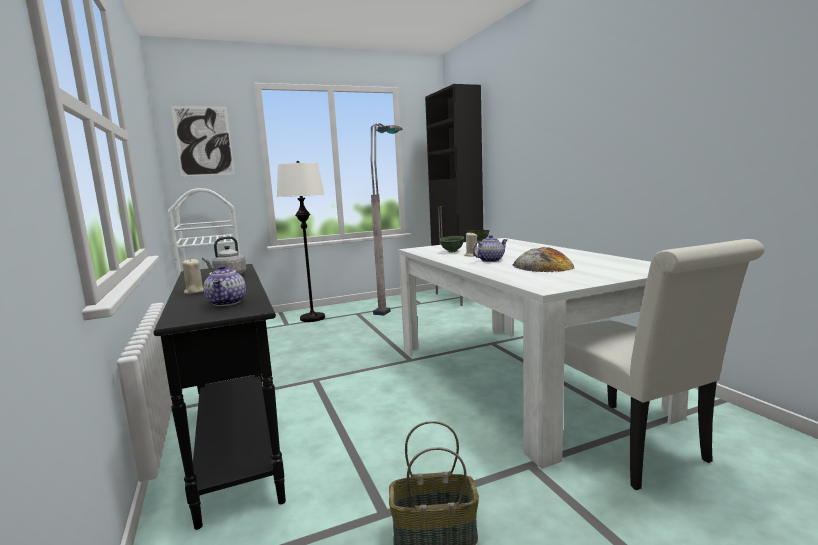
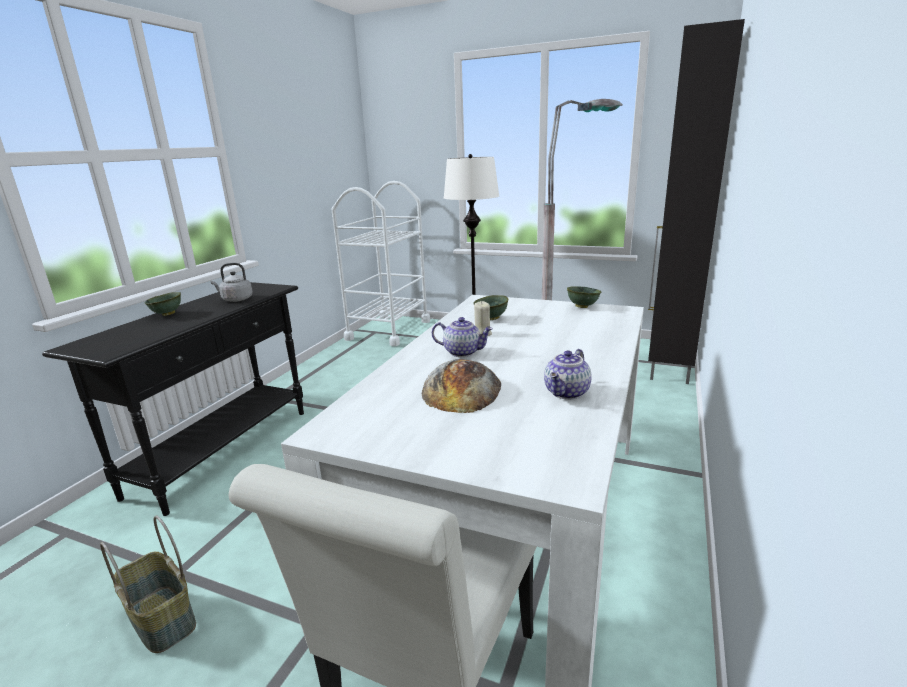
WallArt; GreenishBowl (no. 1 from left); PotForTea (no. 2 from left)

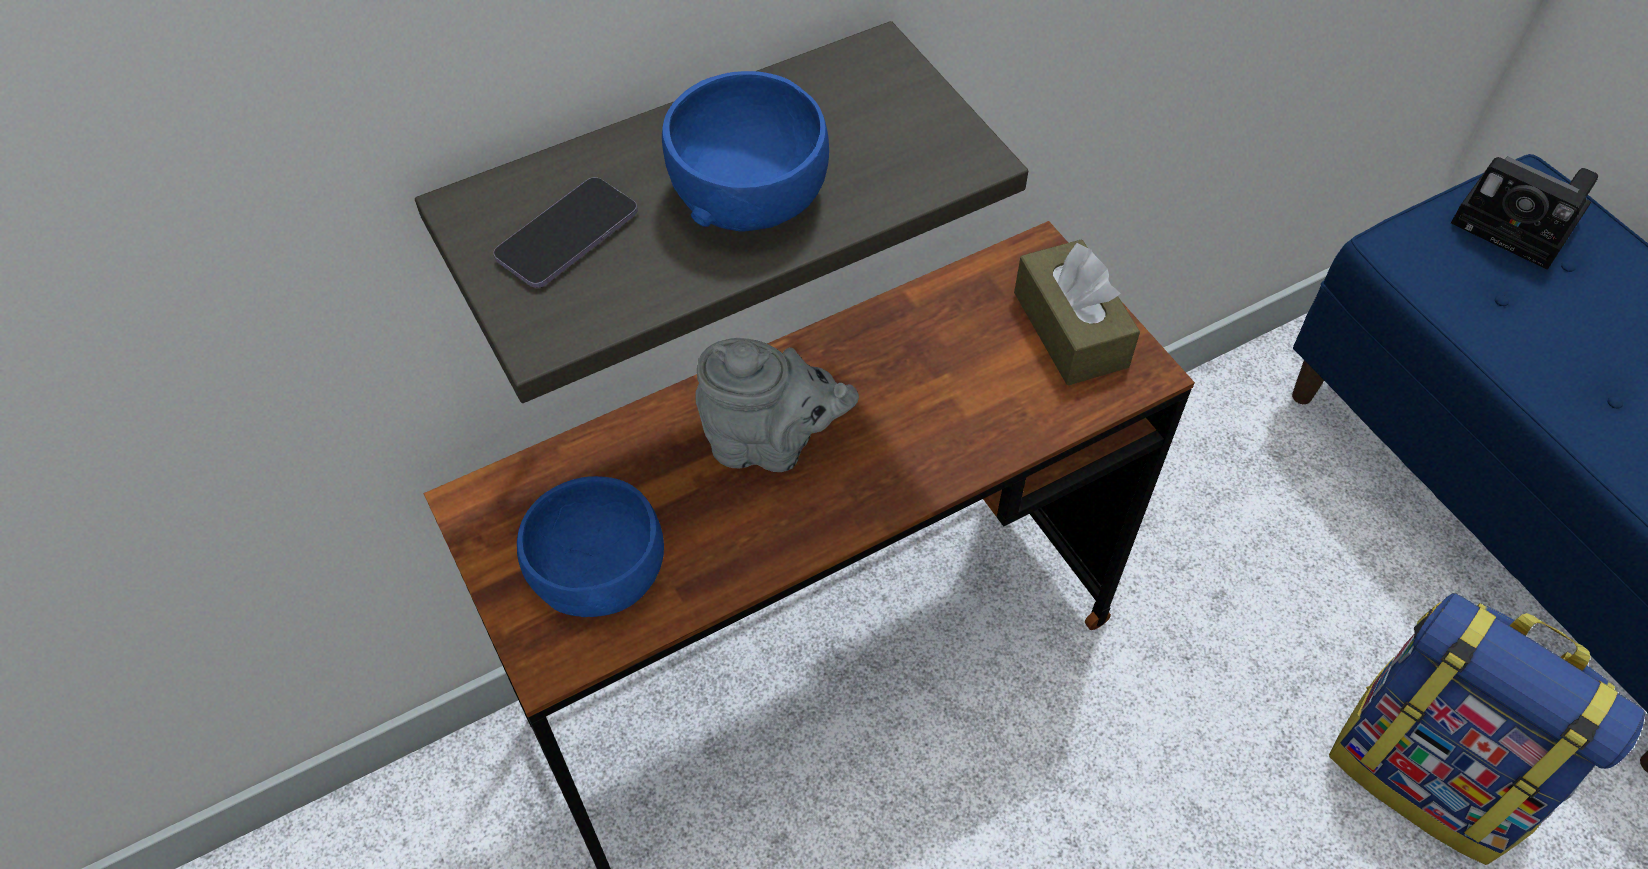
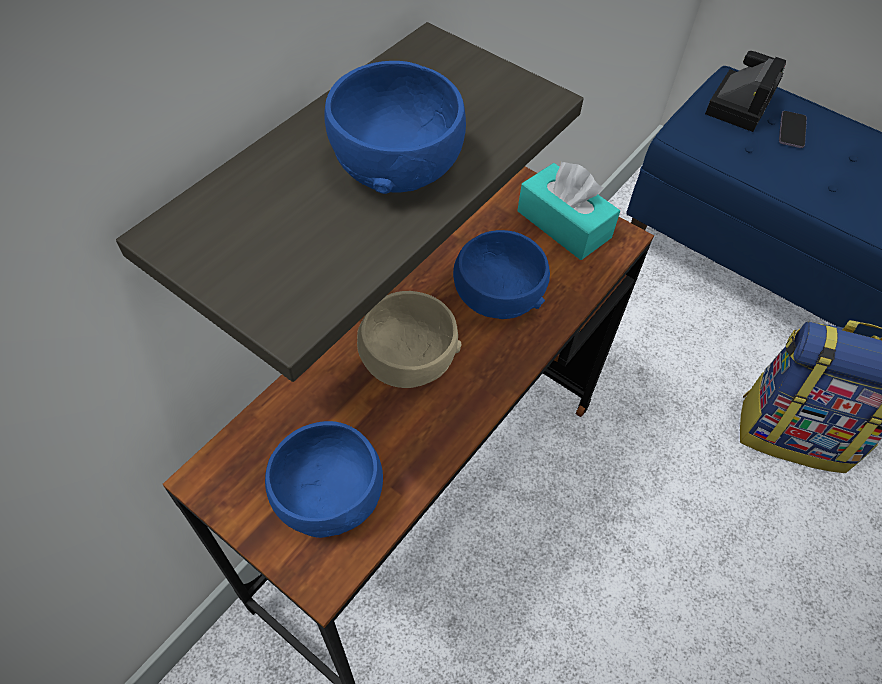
Phone; BeigeColouredBowl; BlueGreenTissueHolder; StillCamera; BlueBowl (no. 3 from left)

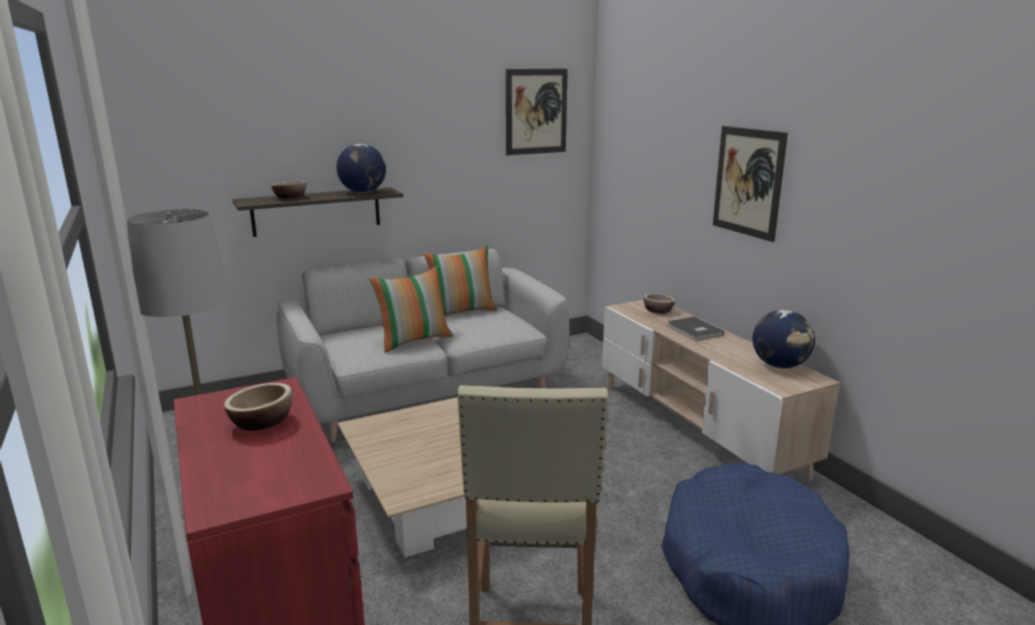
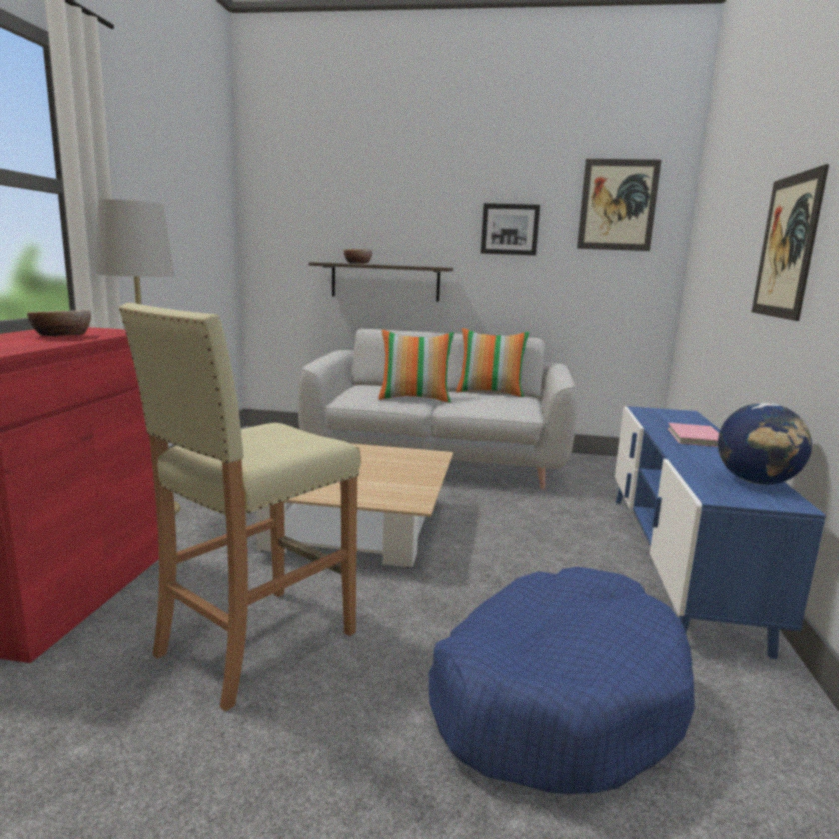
Globe (no. 1 from left in the first image); BlueMediaConsole; Bowl (no. 3 from left in the first image); PinkColouredBook; WallArt (no. 1 from left)

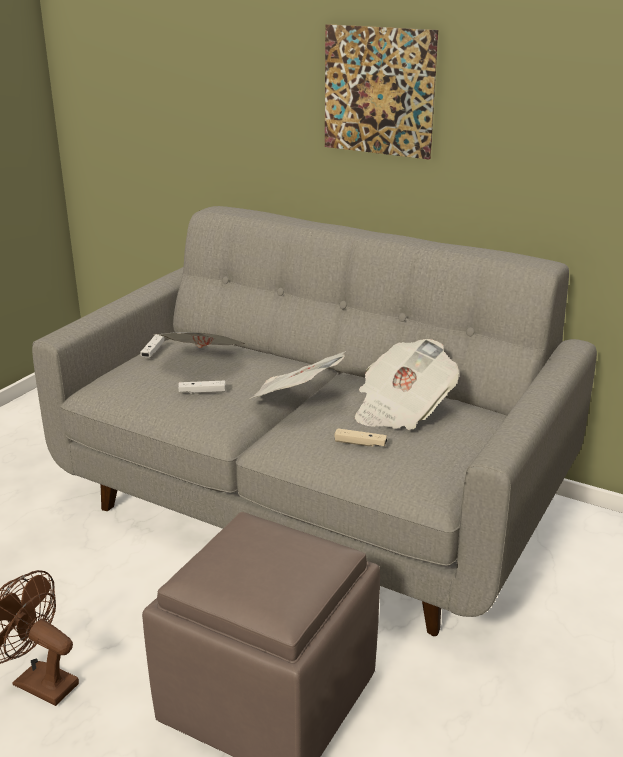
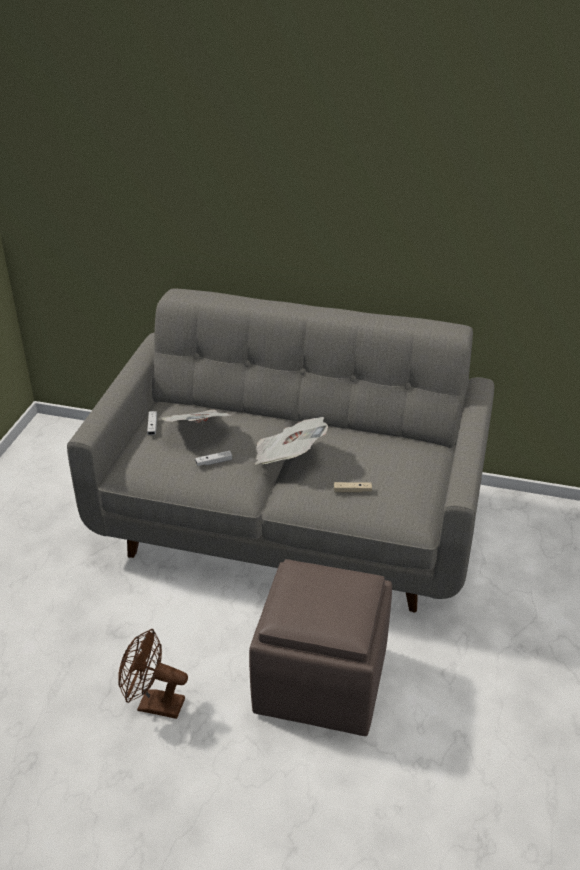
WallArt; DailyPaper (no. 3 from left in the first image)

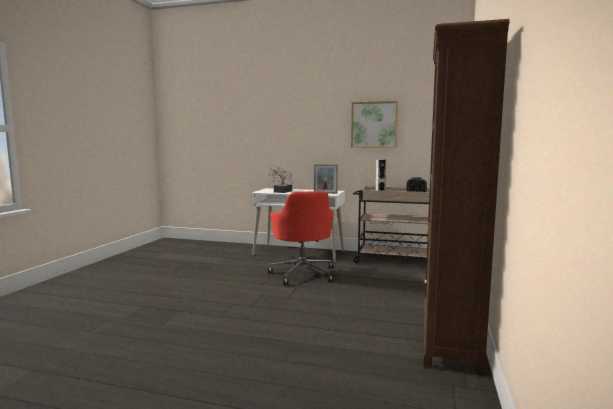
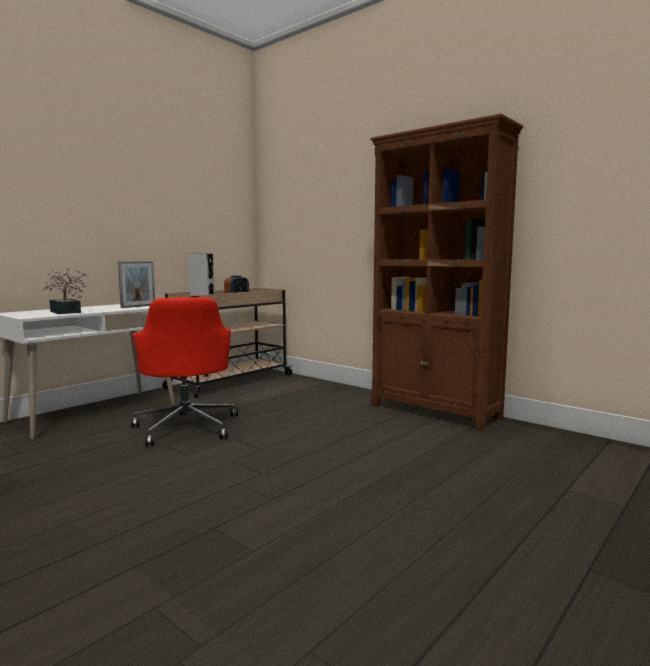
ReddishComputerChair; WallArt

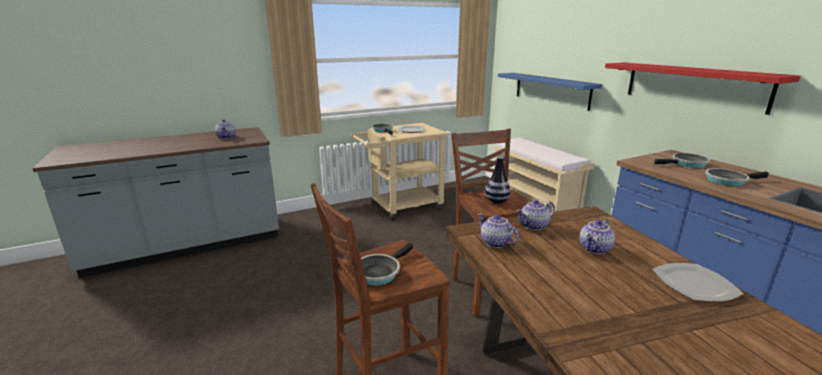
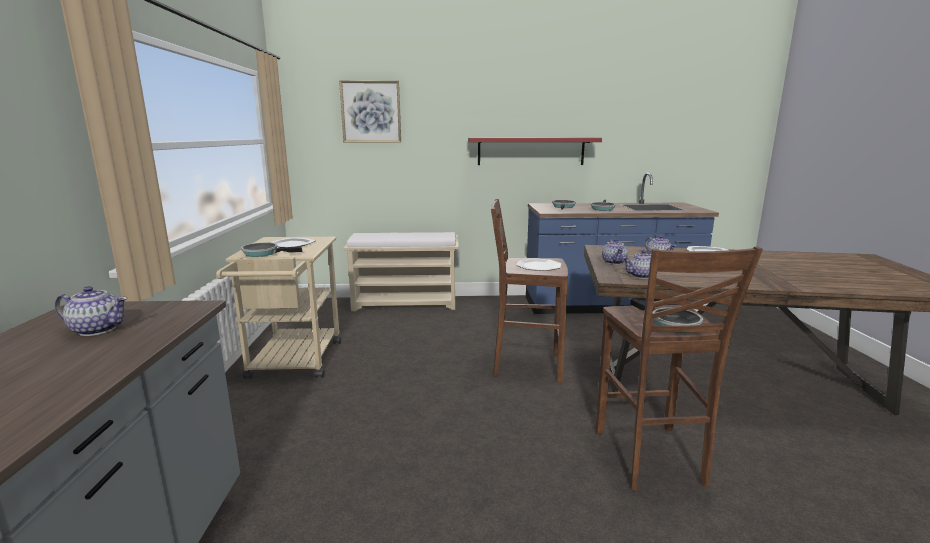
DinnerPlate (no. 2 from left); BlueShelf; WallArt

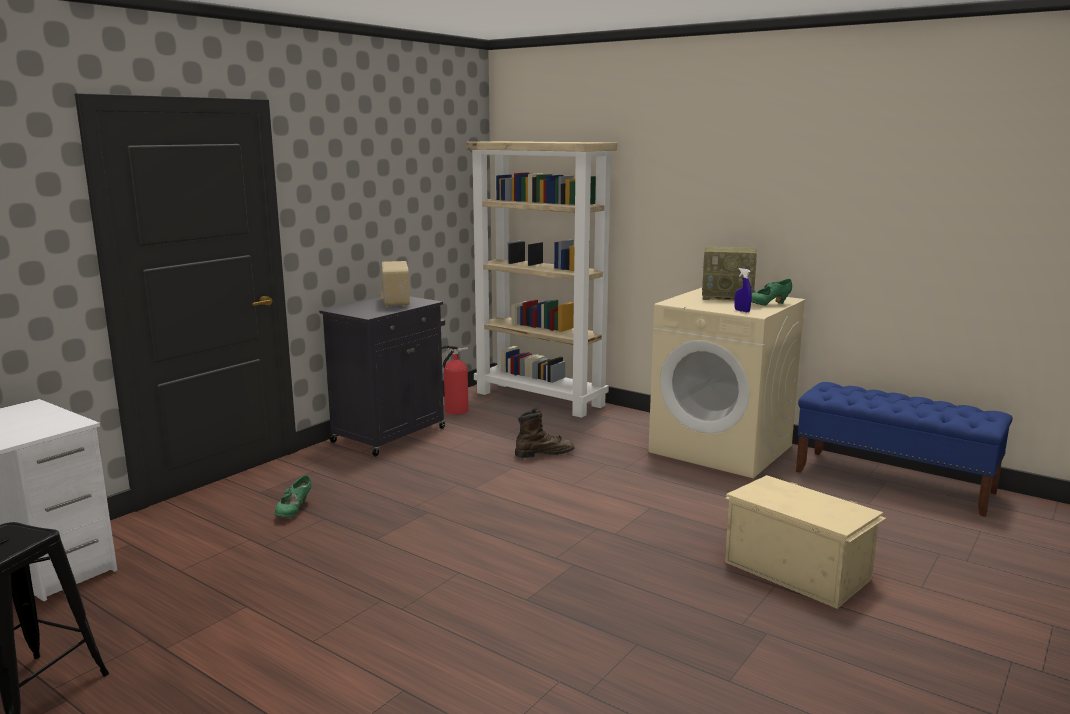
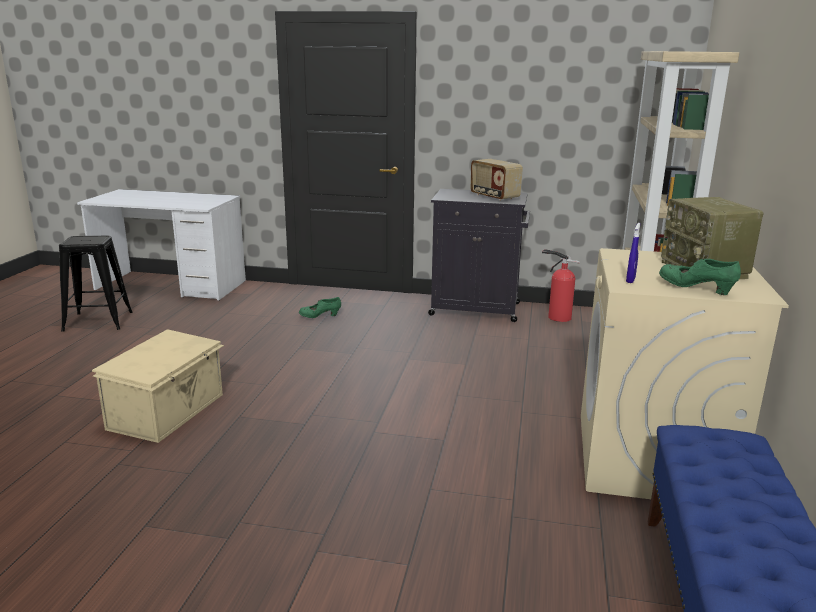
RadioReceiver (no. 1 from left); BrownishHighTopBoot; BeigeColouredStorageContainer

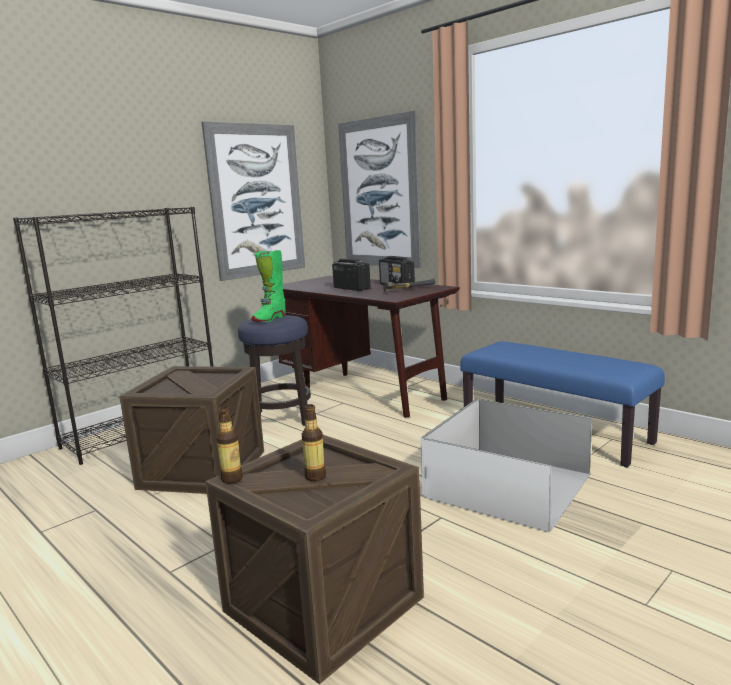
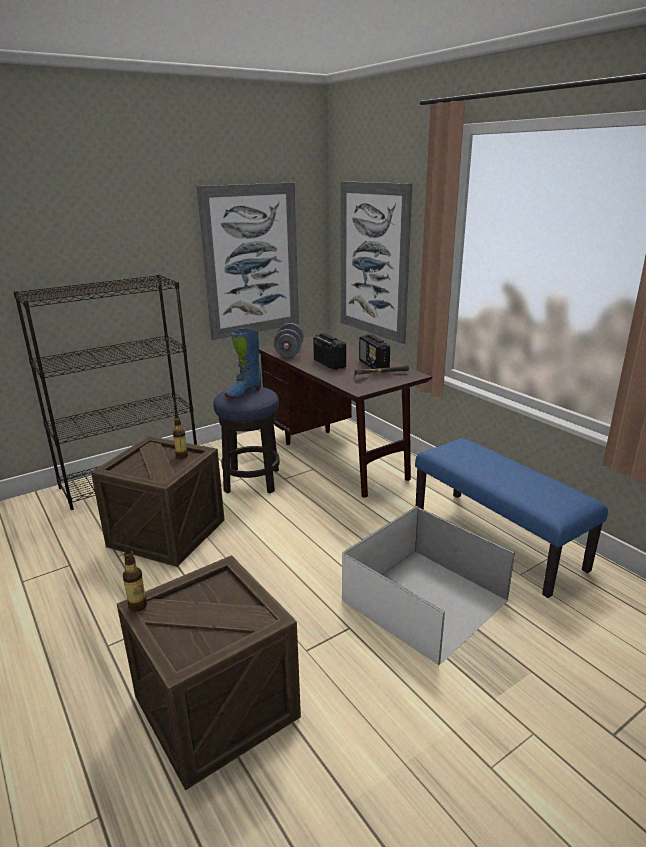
BlueHighTopBoot; Bottle (no. 2 from left); GreyishDumbbell

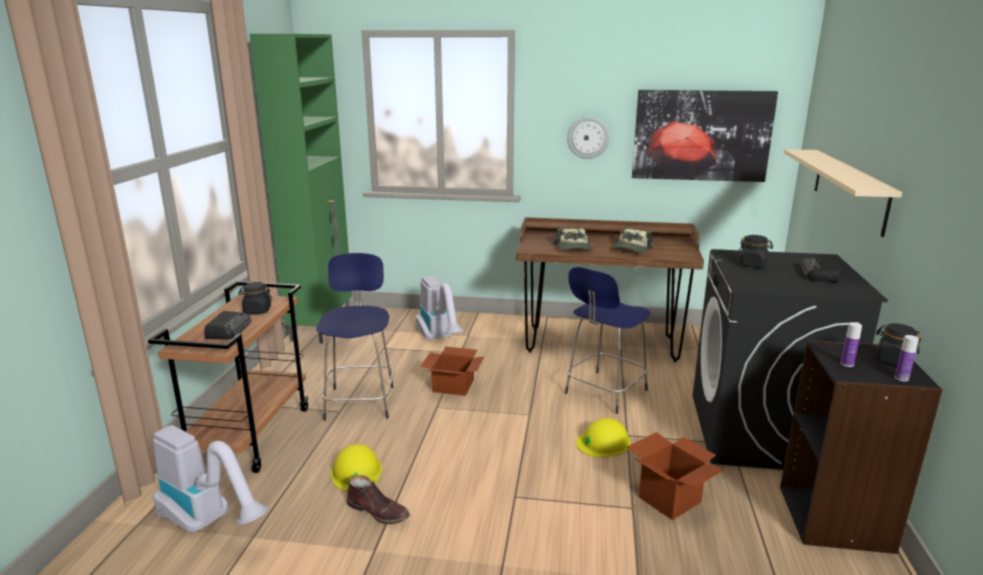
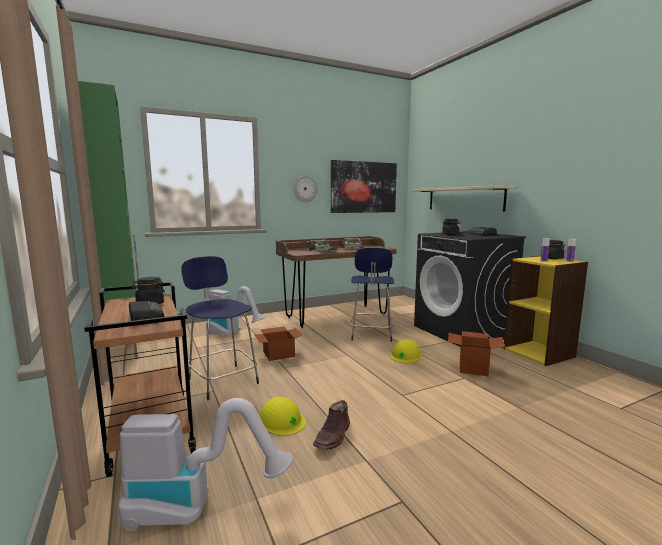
BrownishHighTopBoot; YellowColouredBookcase

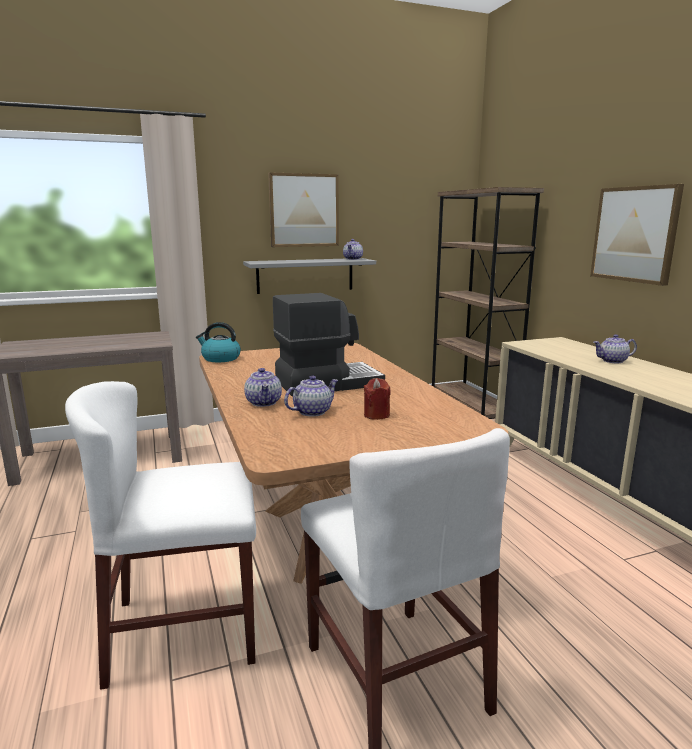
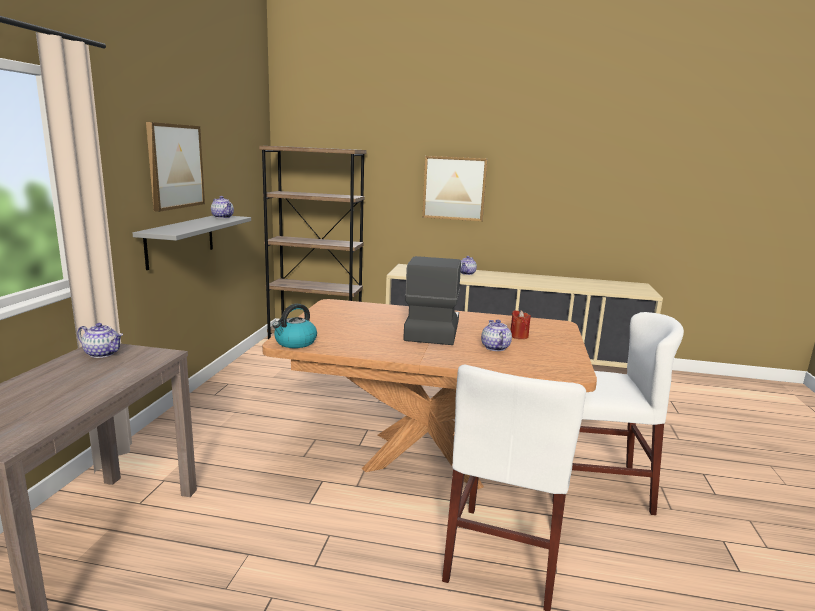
PotForTea (no. 1 from left)

